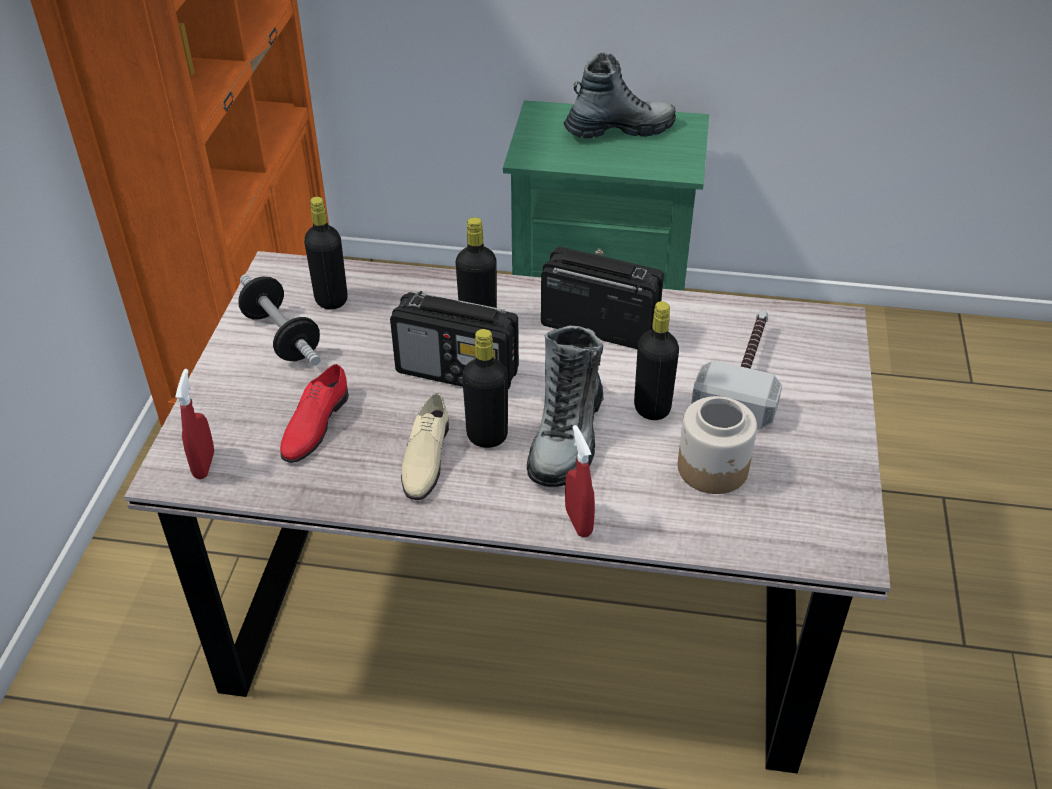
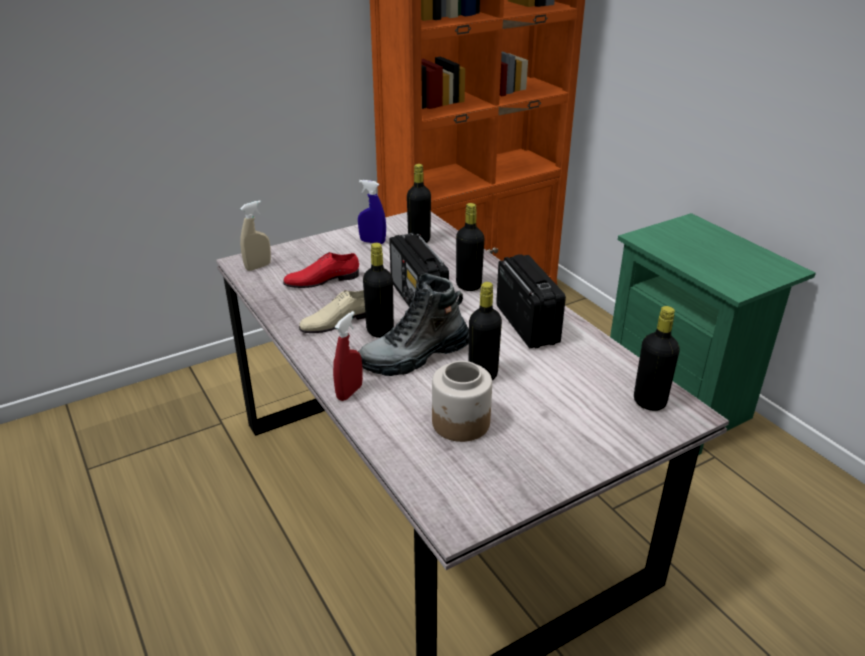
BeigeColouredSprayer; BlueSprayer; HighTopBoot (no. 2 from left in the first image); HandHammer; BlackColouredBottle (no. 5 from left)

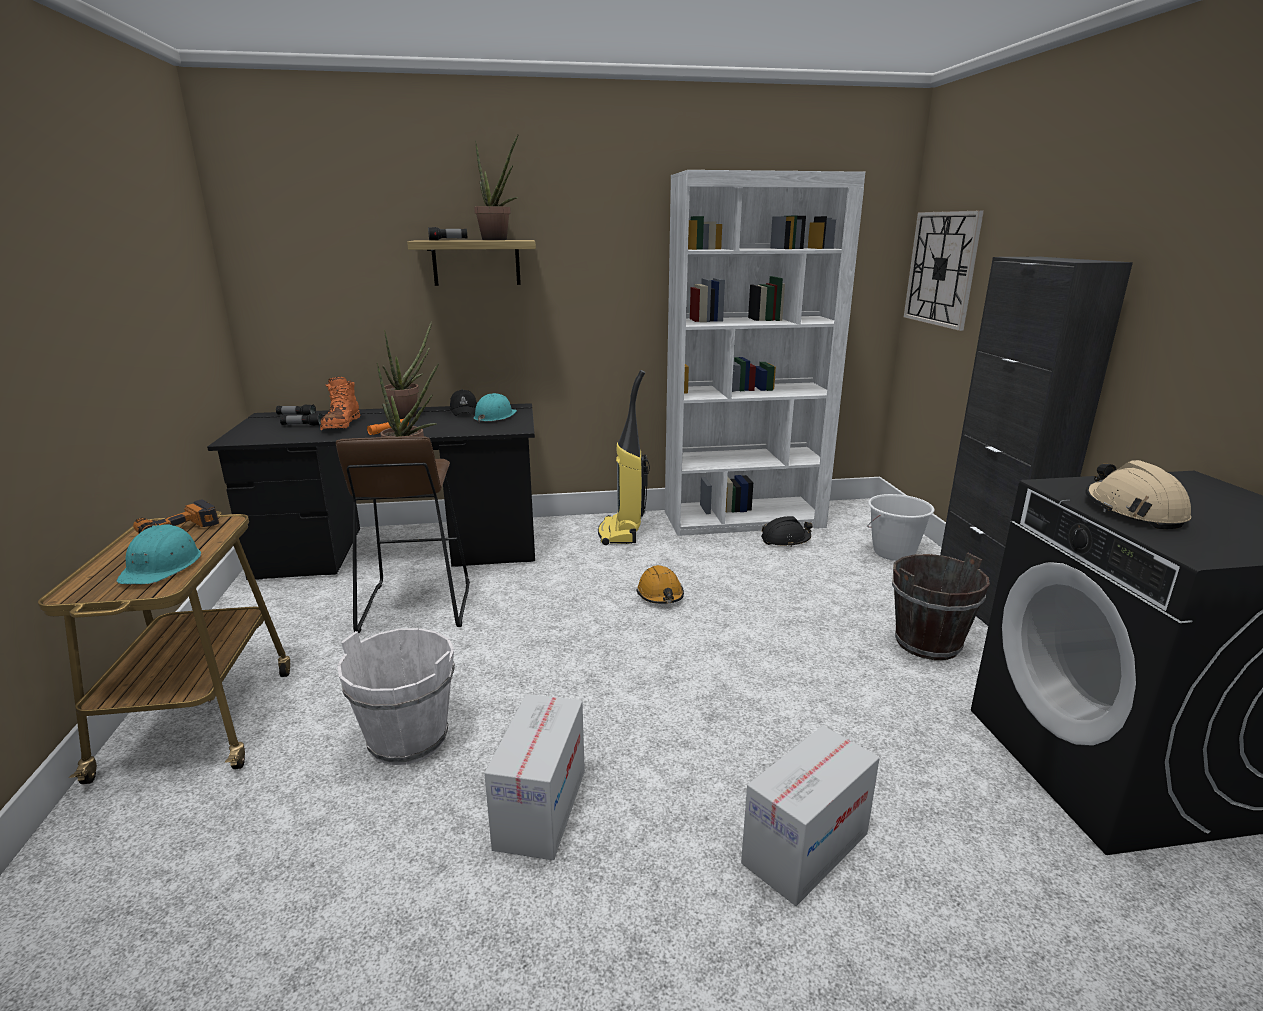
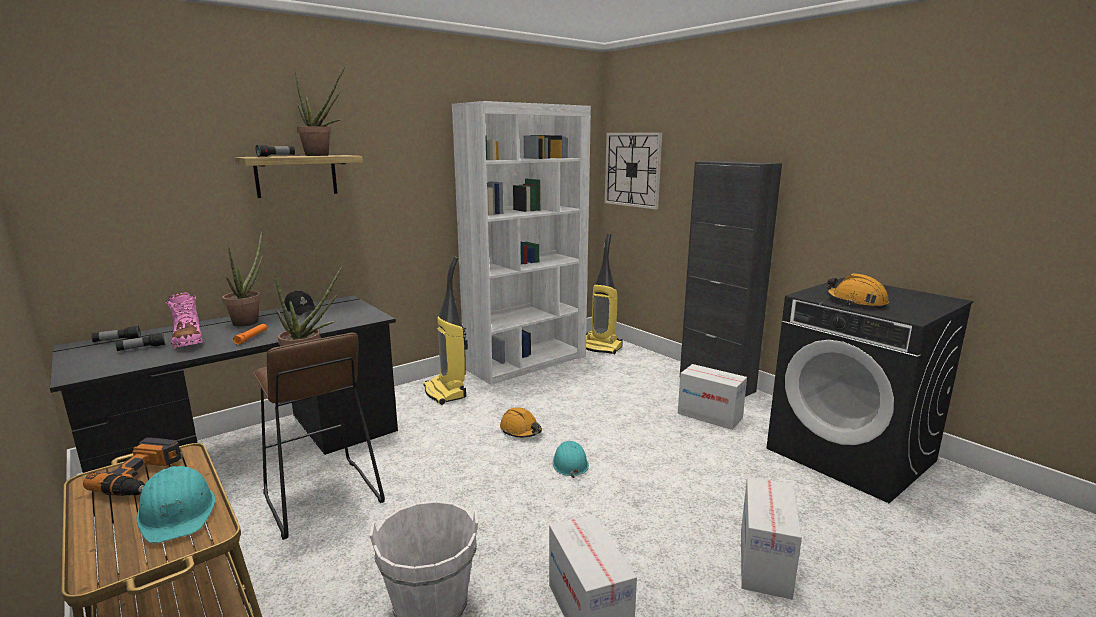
PinkColouredHighTopBoot; BlueGreenWorkHelmet (no. 2 from left); BlackColouredWorkHelmet; WhiteColouredWaterBucket (no. 2 from left in the first image); Carton (no. 2 from left); OrangeWorkHelmet (no. 2 from left); VacuumCleaner (no. 2 from left)

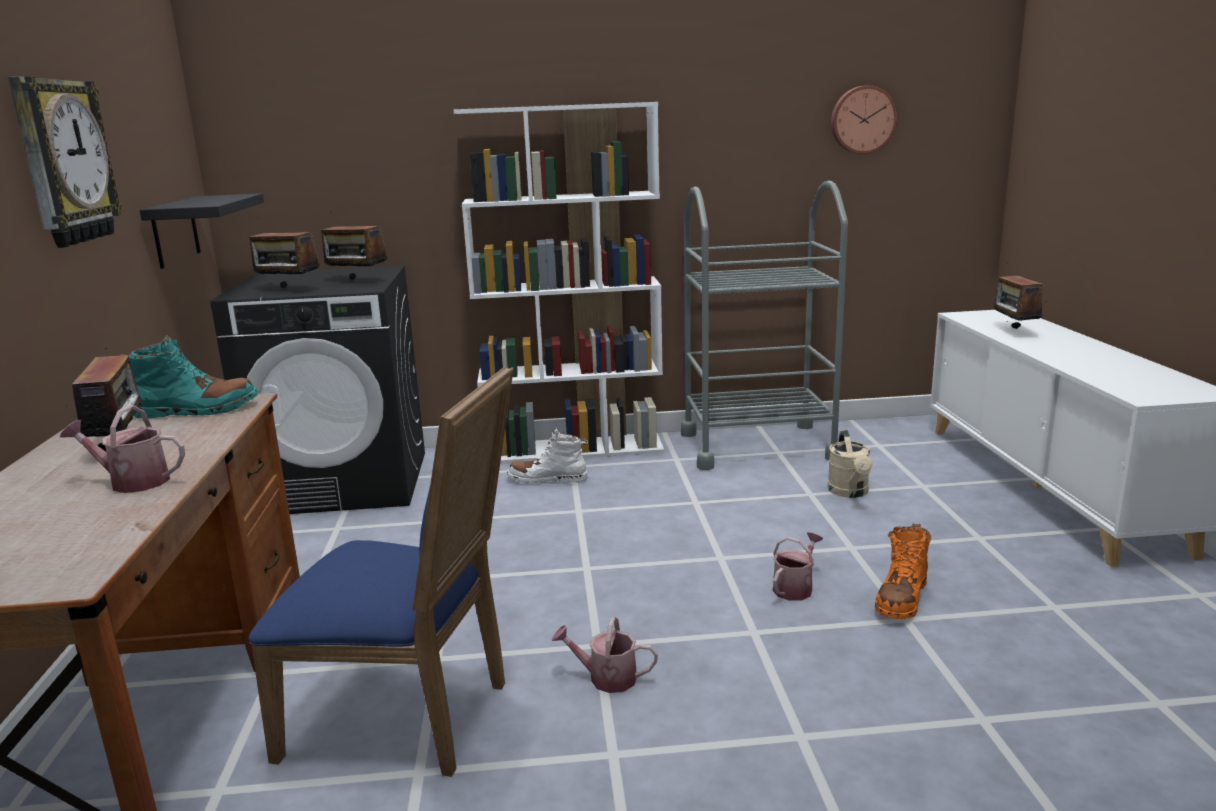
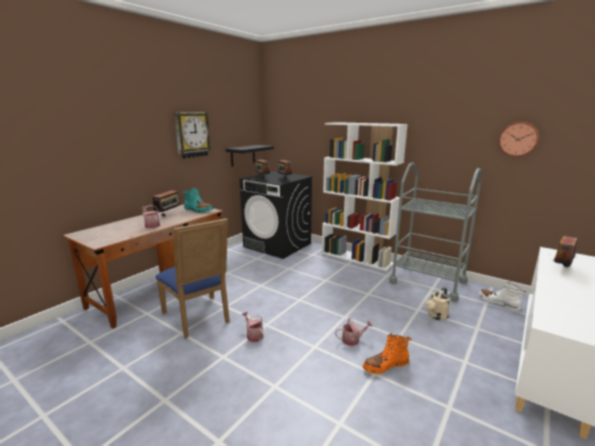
WhiteColouredHighTopBoot

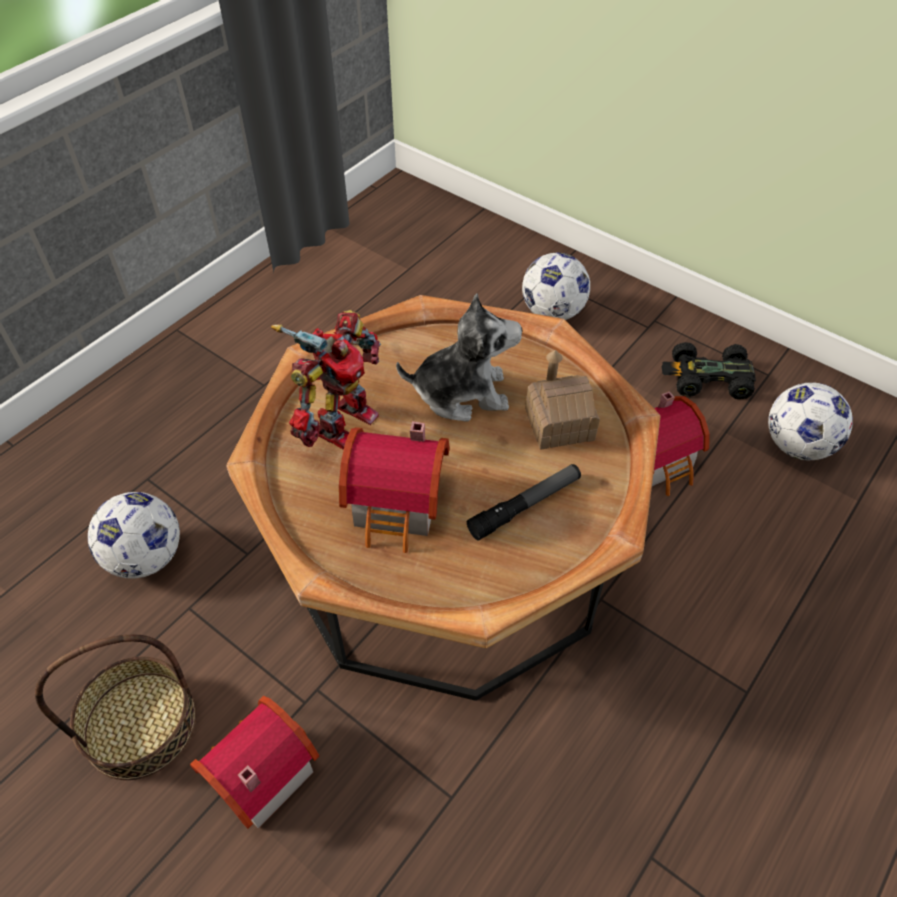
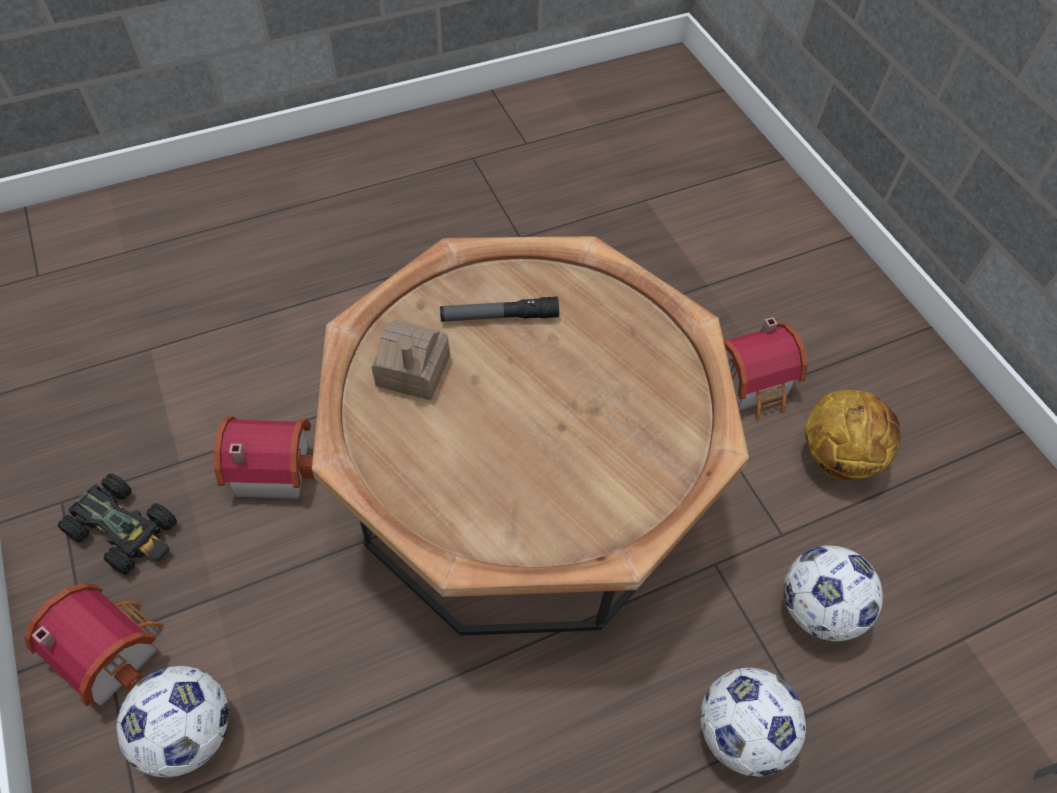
BasketballBall; RobotFigure; ModelHouse (no. 1 from left); SoftToy; FootballBall (no. 2 from left)

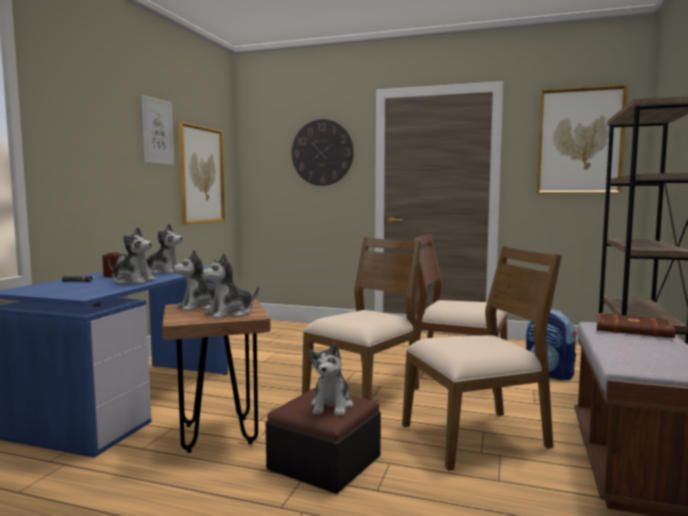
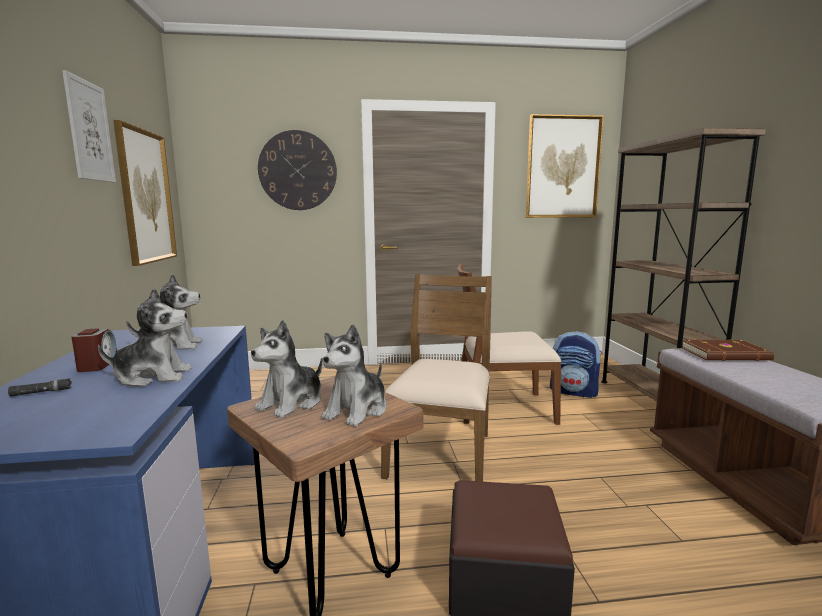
SoftToy (no. 5 from left in the first image); BrownishPlainChair (no. 3 from left in the first image)

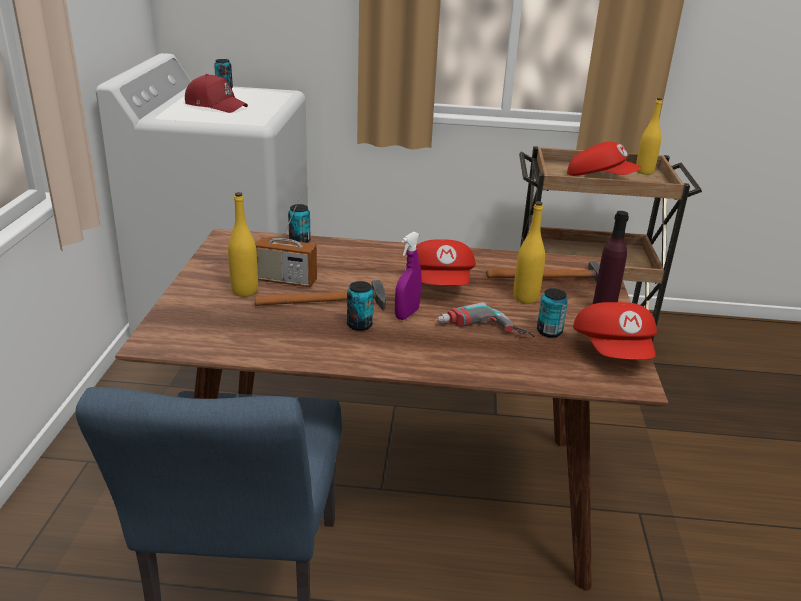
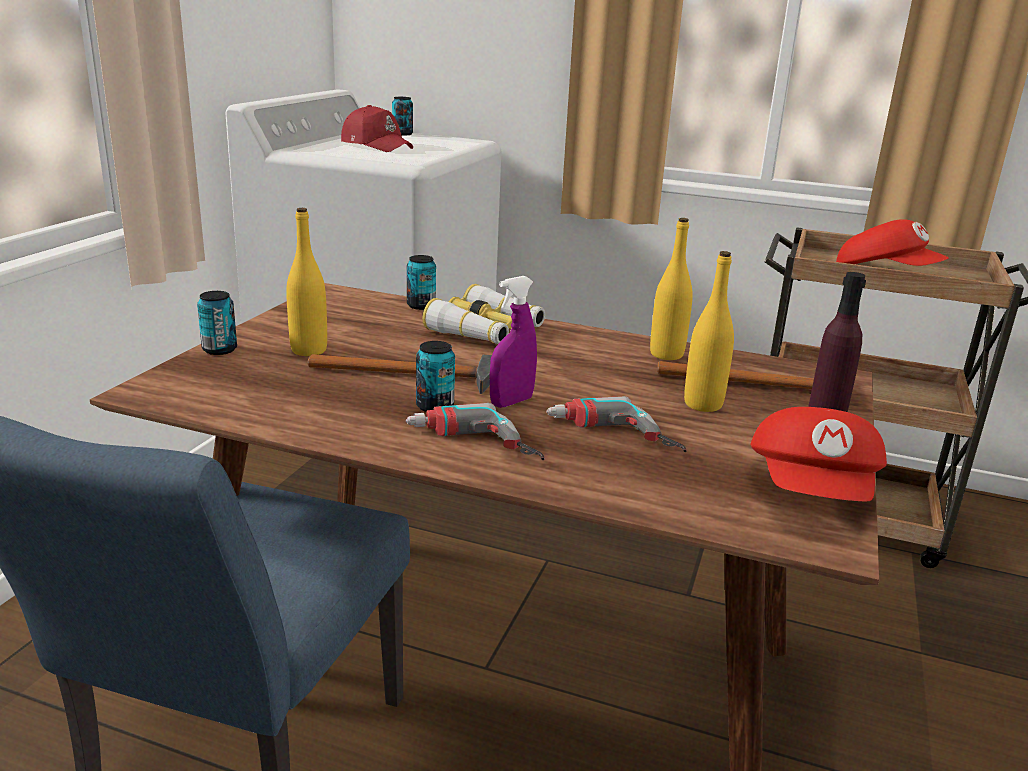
RadioReceiver; ReddishBaseballCap (no. 2 from left in the first image); MetalCan (no. 1 from left); YellowColouredBottle (no. 2 from left); PowerDrill (no. 1 from left); FieldGlasses

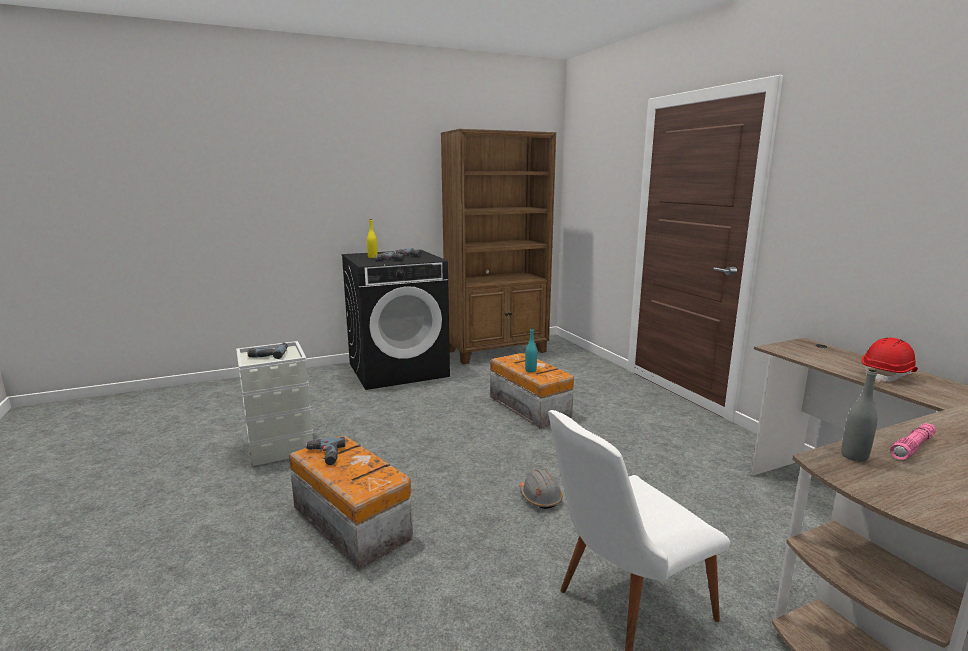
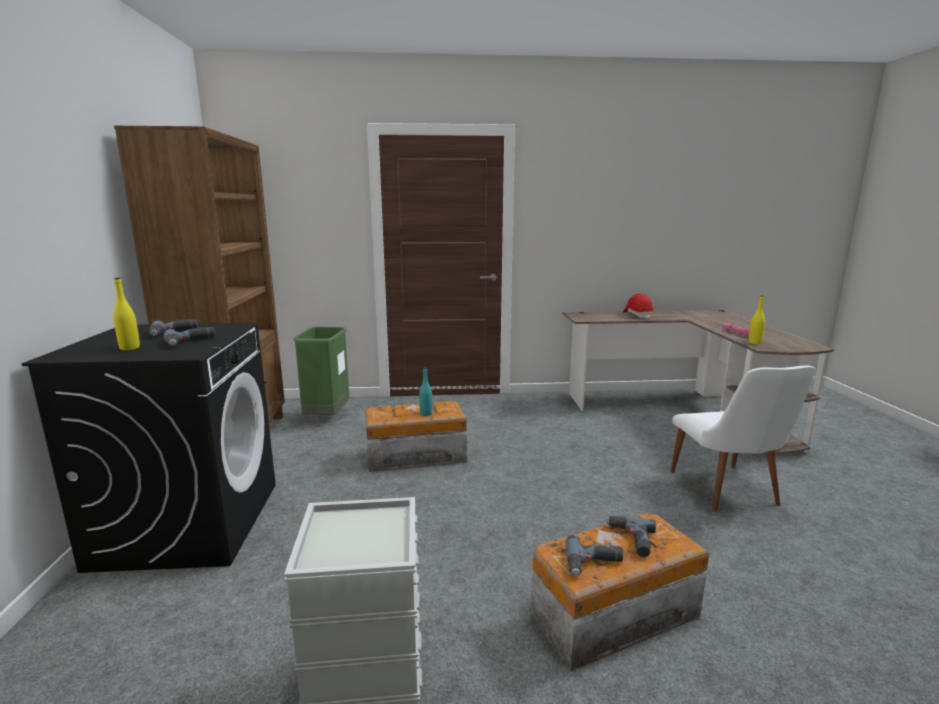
PowerDrill (no. 4 from left); GreyishWorkHelmet; YellowColouredBottle (no. 2 from left); GreenishWasteBin

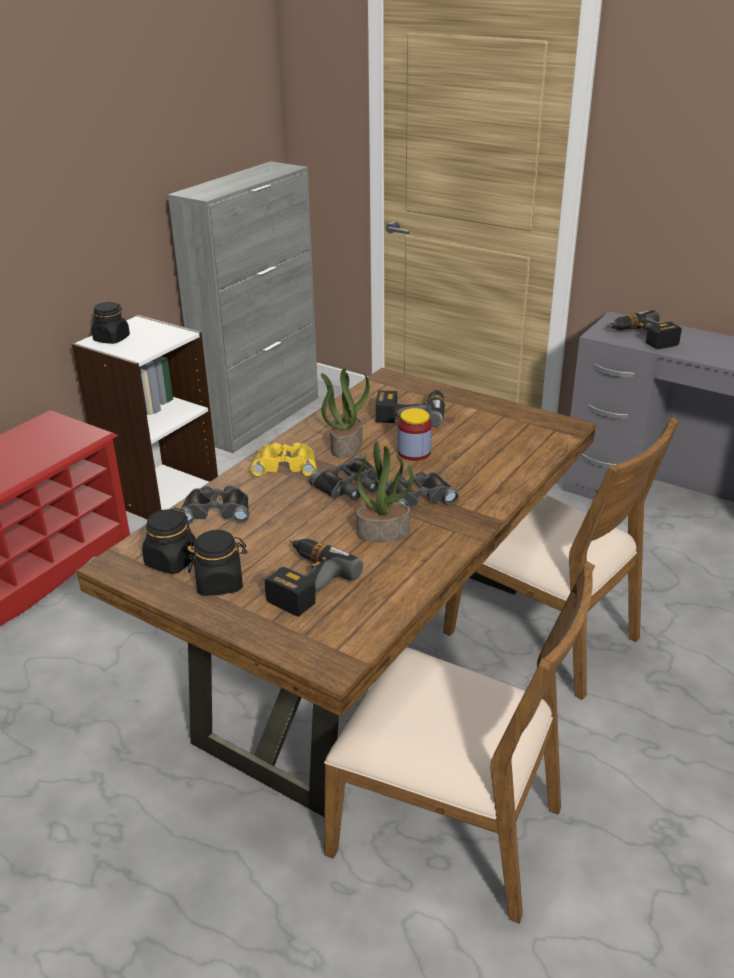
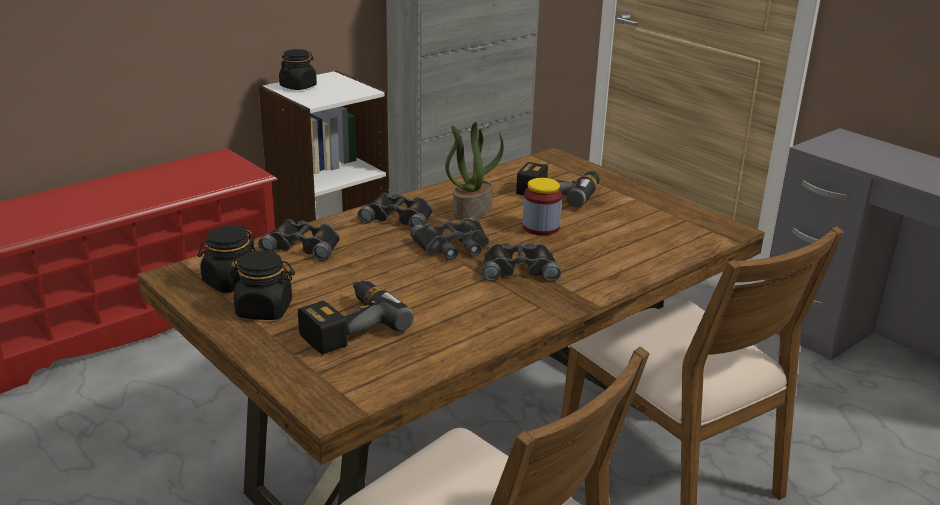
BlackColouredFieldGlasses (no. 2 from left); PottedPlant (no. 2 from left in the first image); PowerDrill (no. 3 from left in the first image)

